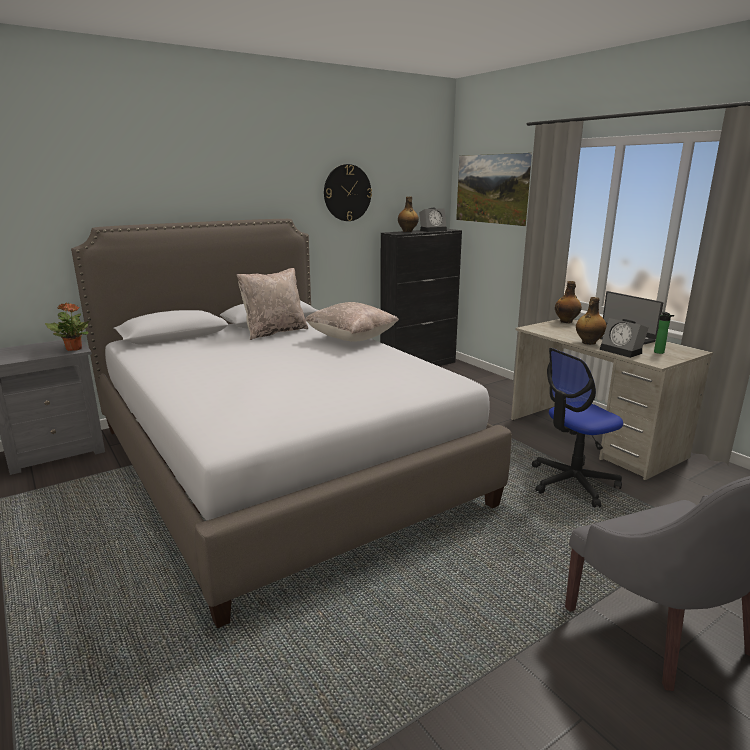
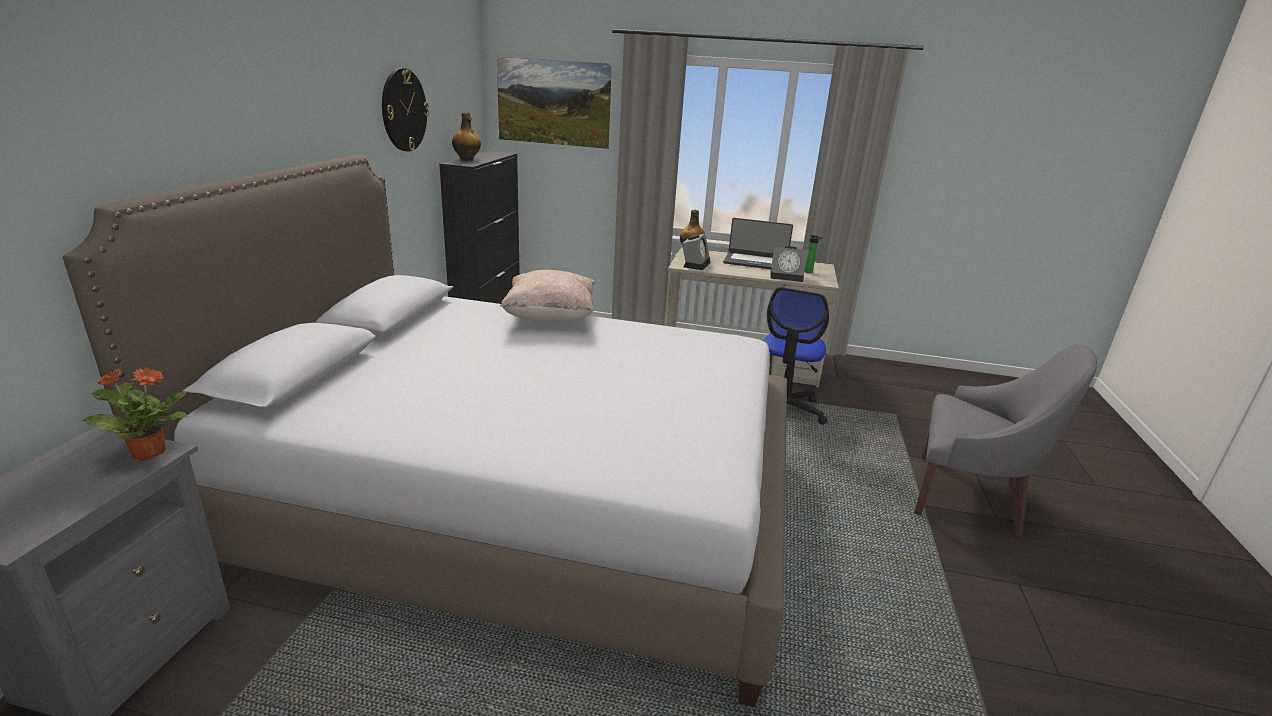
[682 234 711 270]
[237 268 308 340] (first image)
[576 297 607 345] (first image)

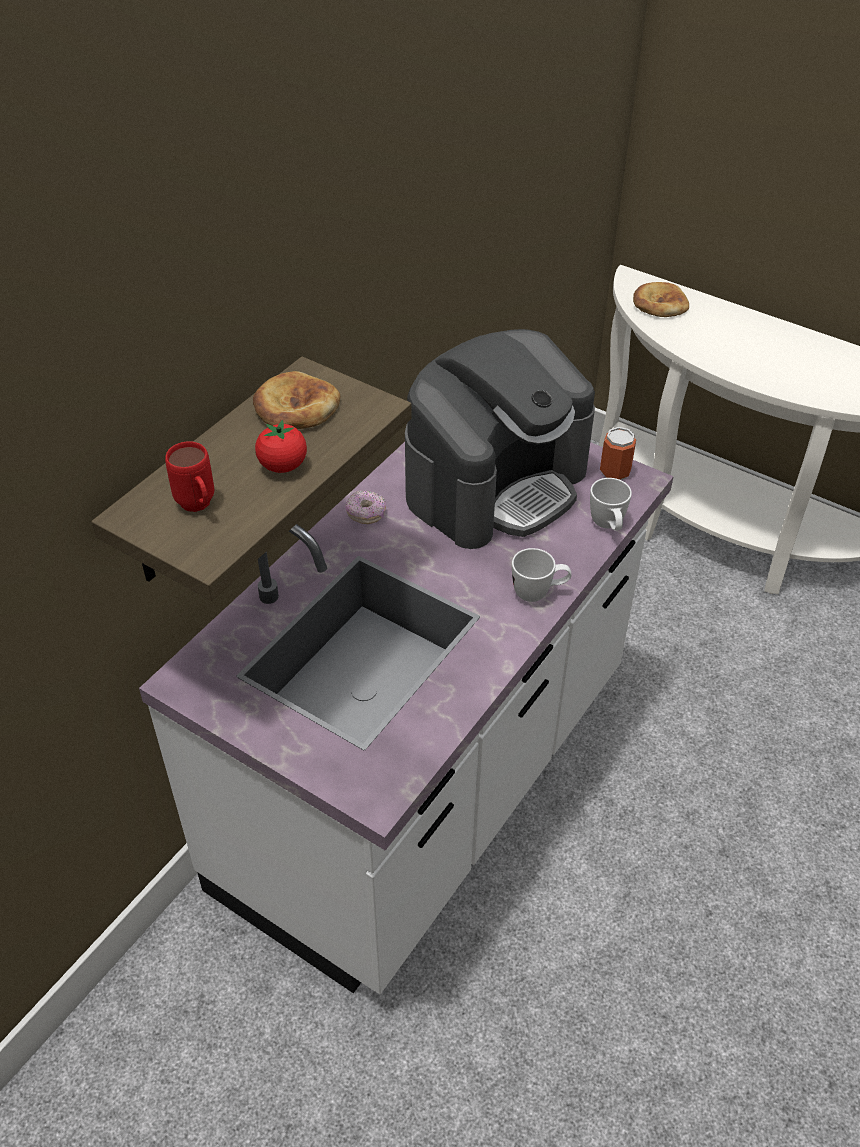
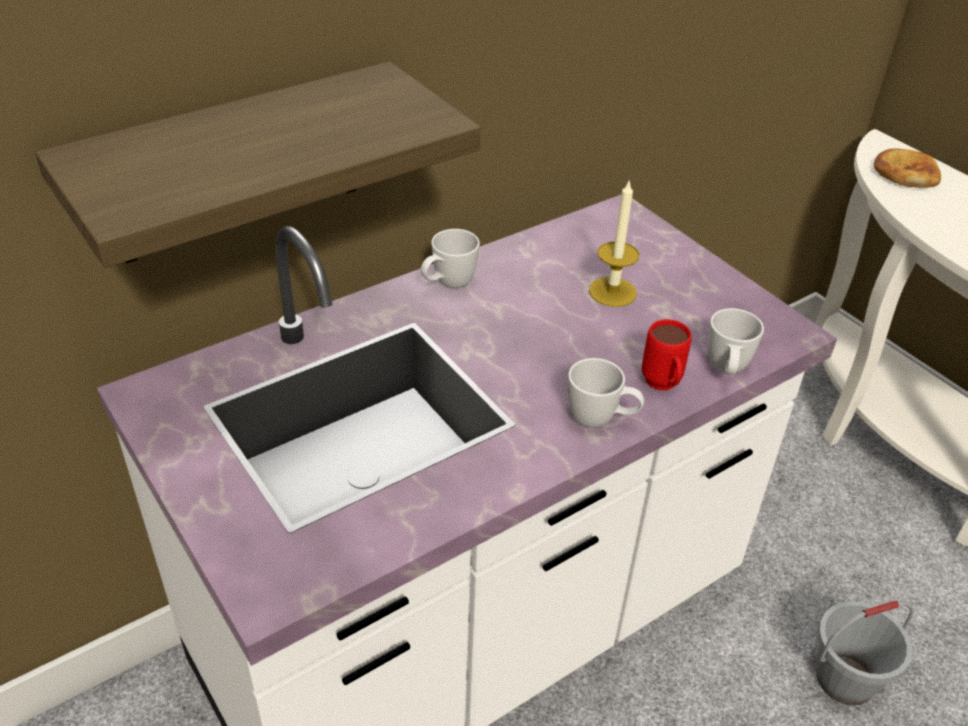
[421 229 480 288]
[589 179 639 307]
[642 319 692 390]
[816 601 914 705]
[253 371 340 429] (first image)
[255 419 307 473] (first image)
[600 427 636 480] (first image)

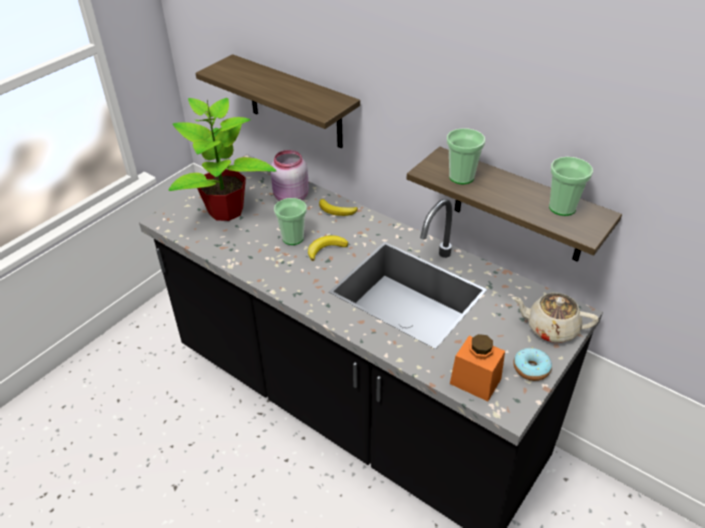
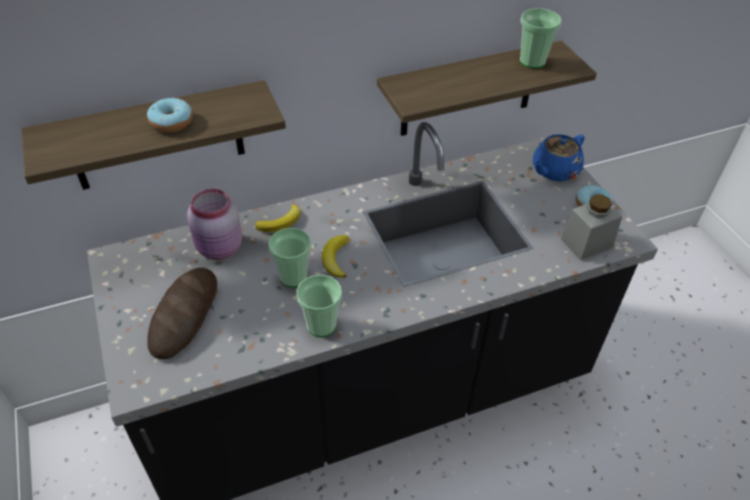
[147 97 193 133]
[147 268 217 359]
[296 275 342 337]
[533 134 585 181]
[561 194 622 260]

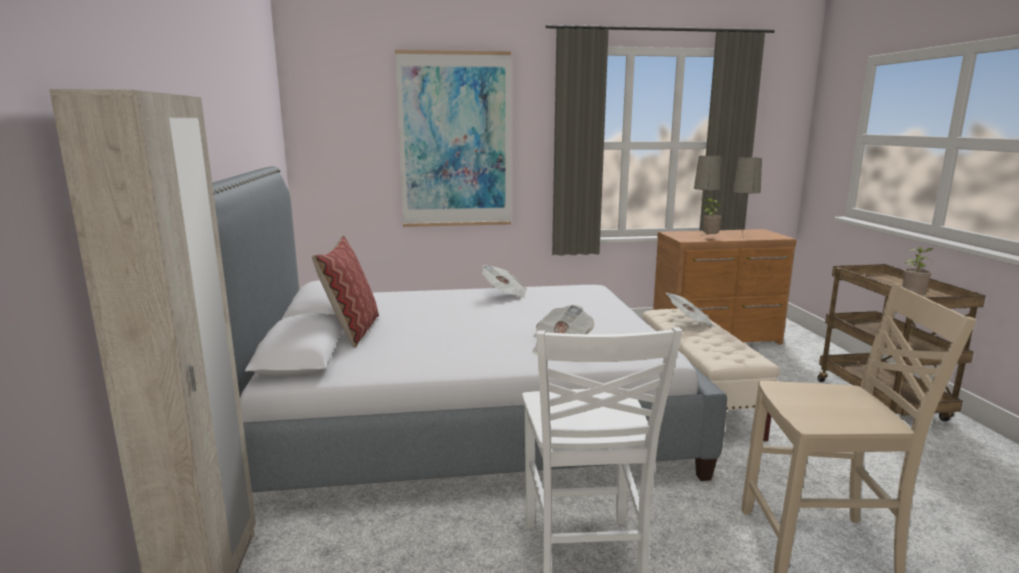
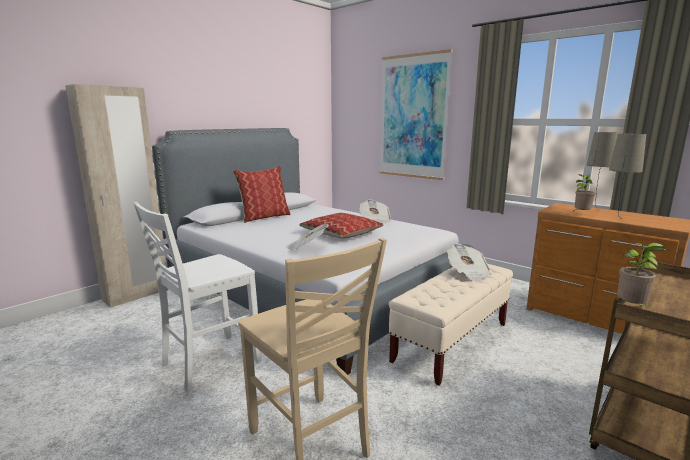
[299 213 383 238]

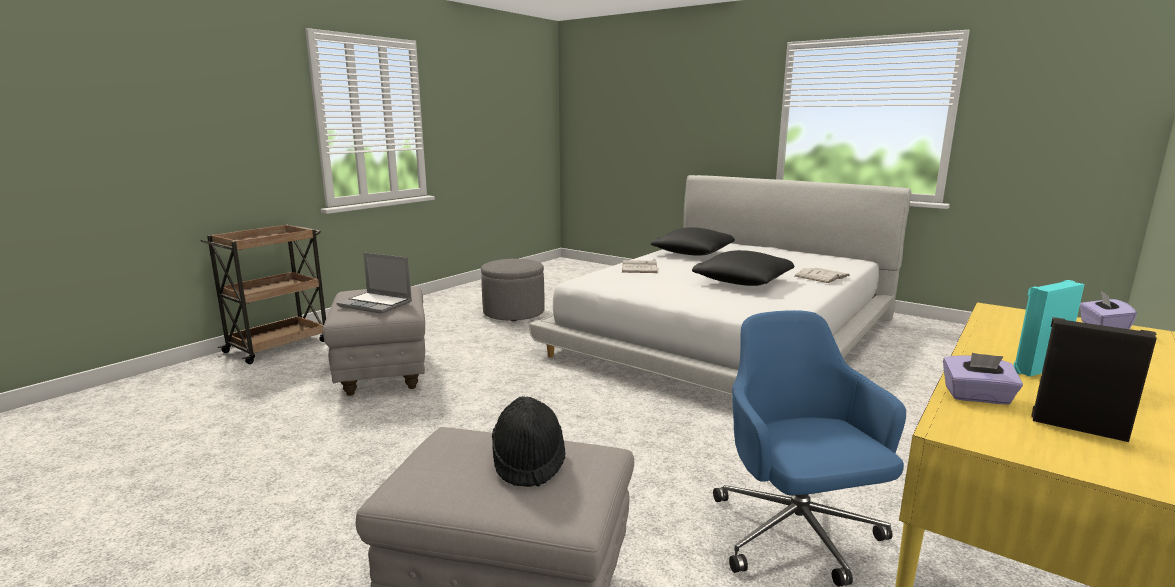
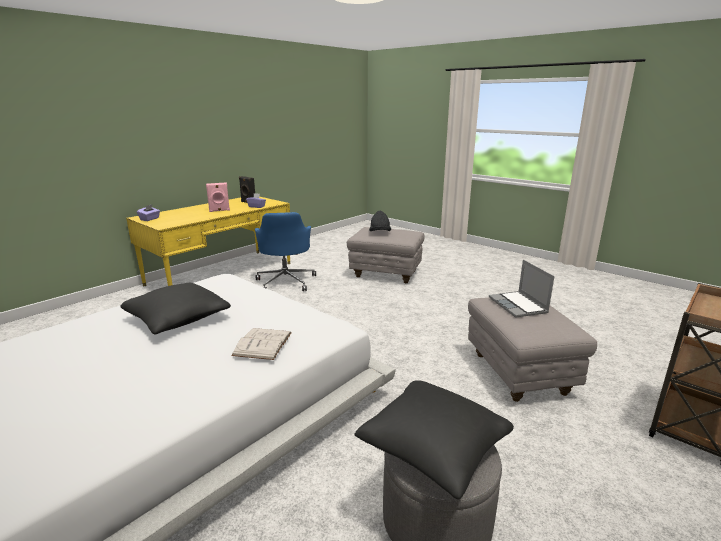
[206 183 230 212]
[355 380 514 500]
[489 260 555 318]
[795 268 850 283] (first image)

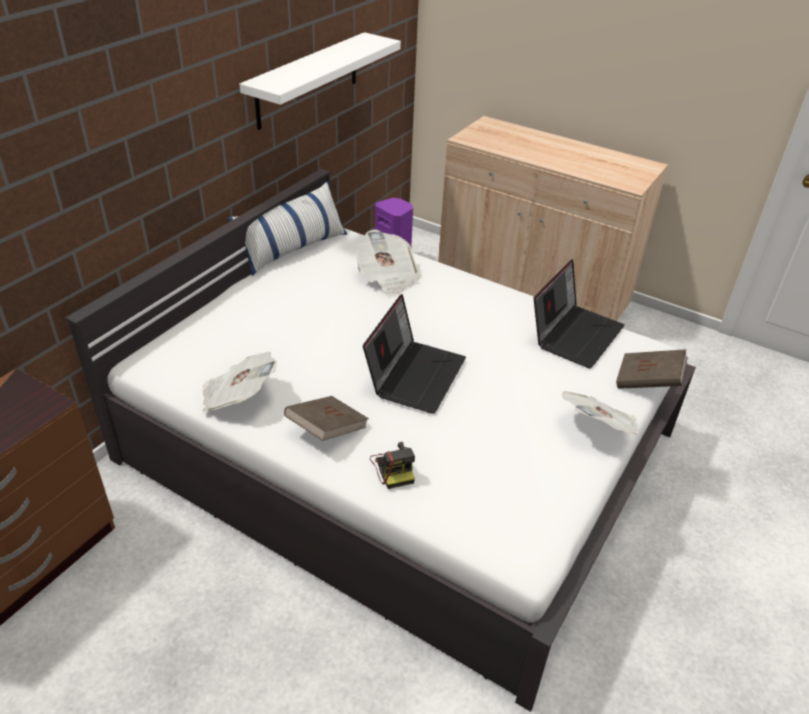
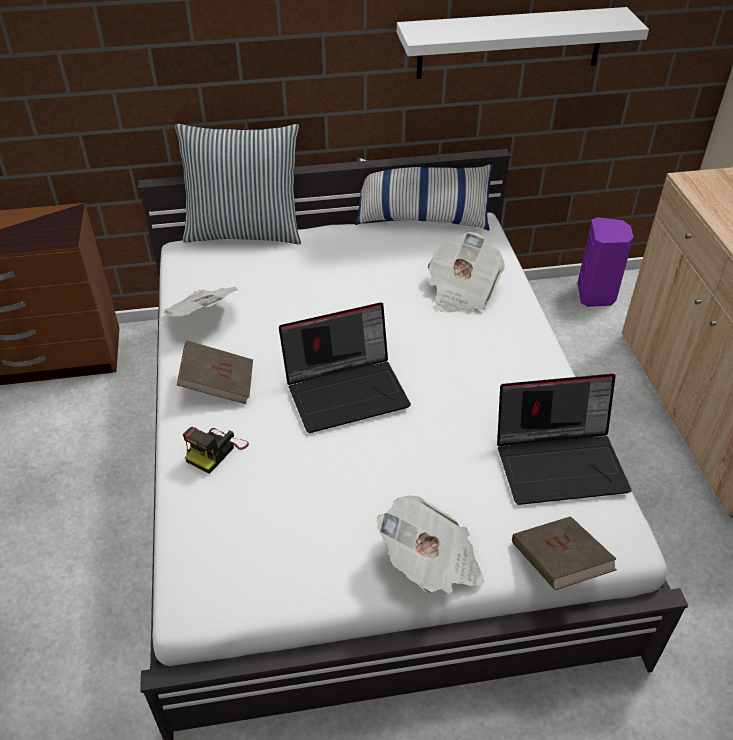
[175 124 301 244]

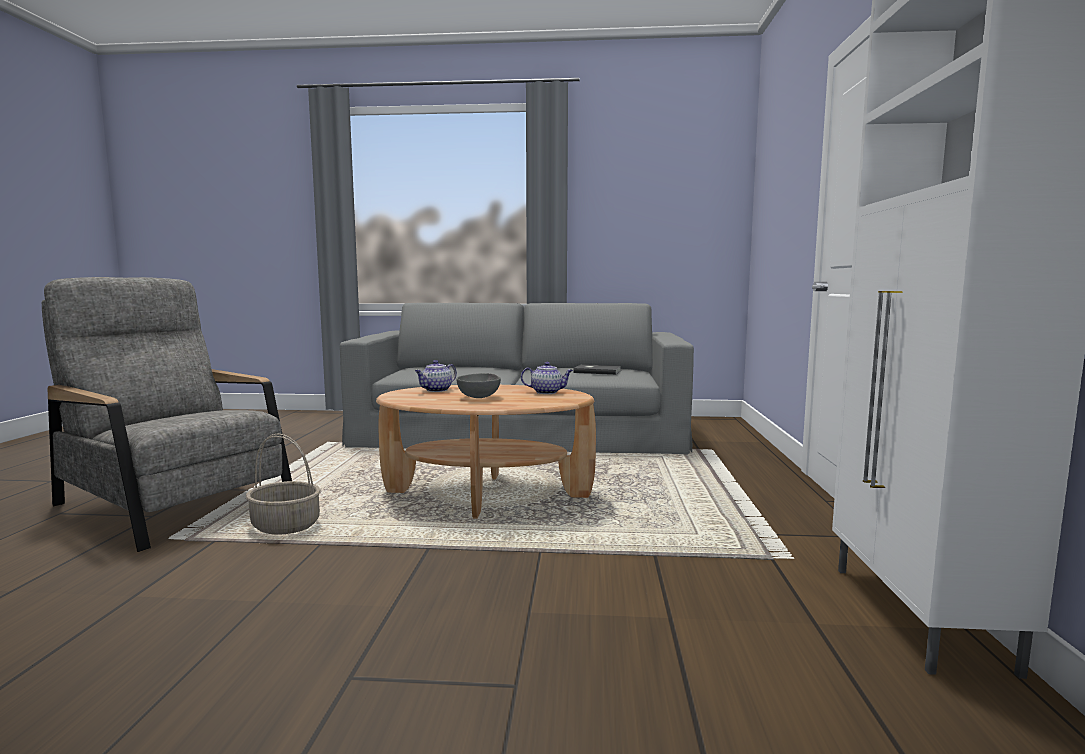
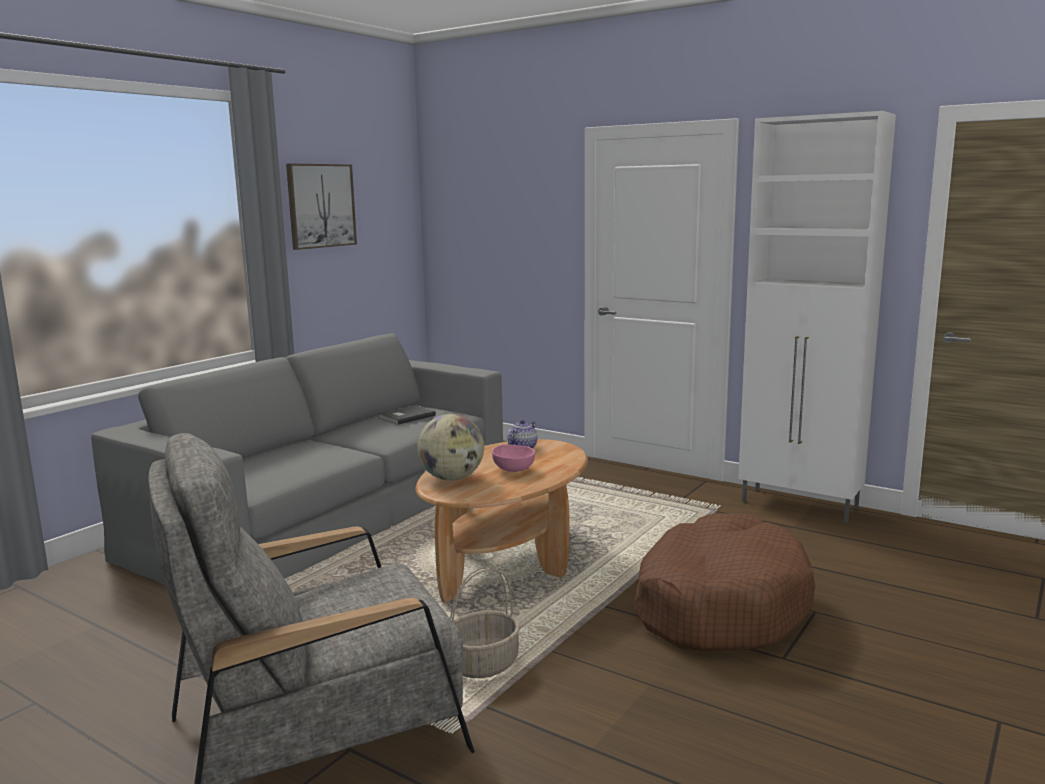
[286 163 357 250]
[417 414 484 481]
[492 444 535 472]
[635 513 815 651]

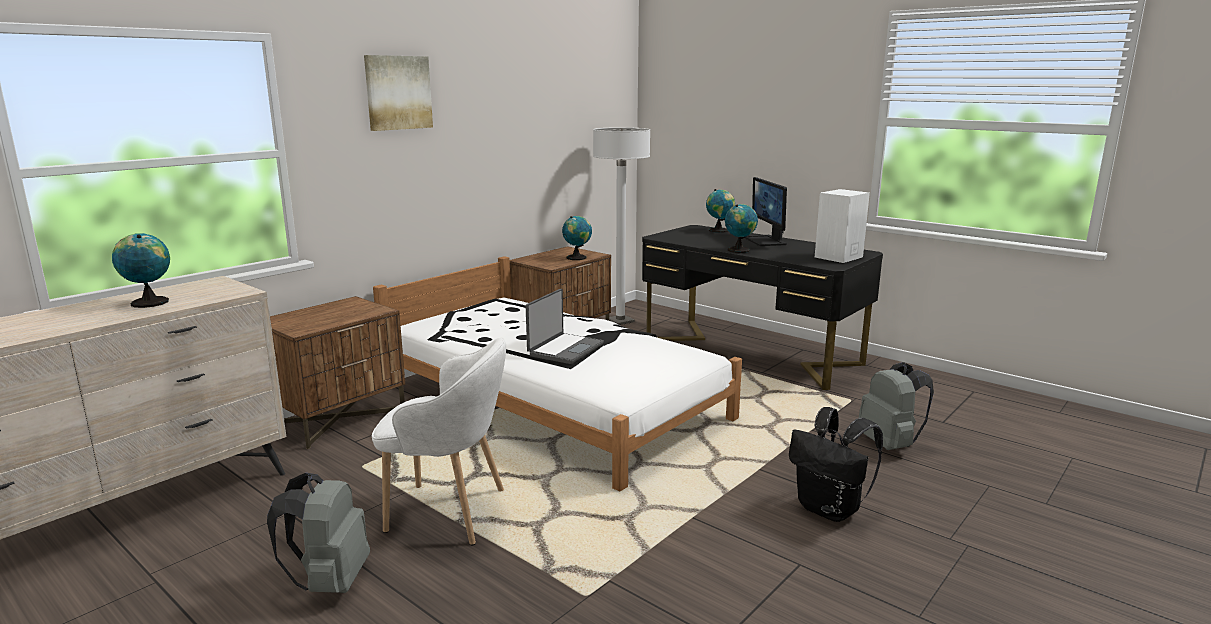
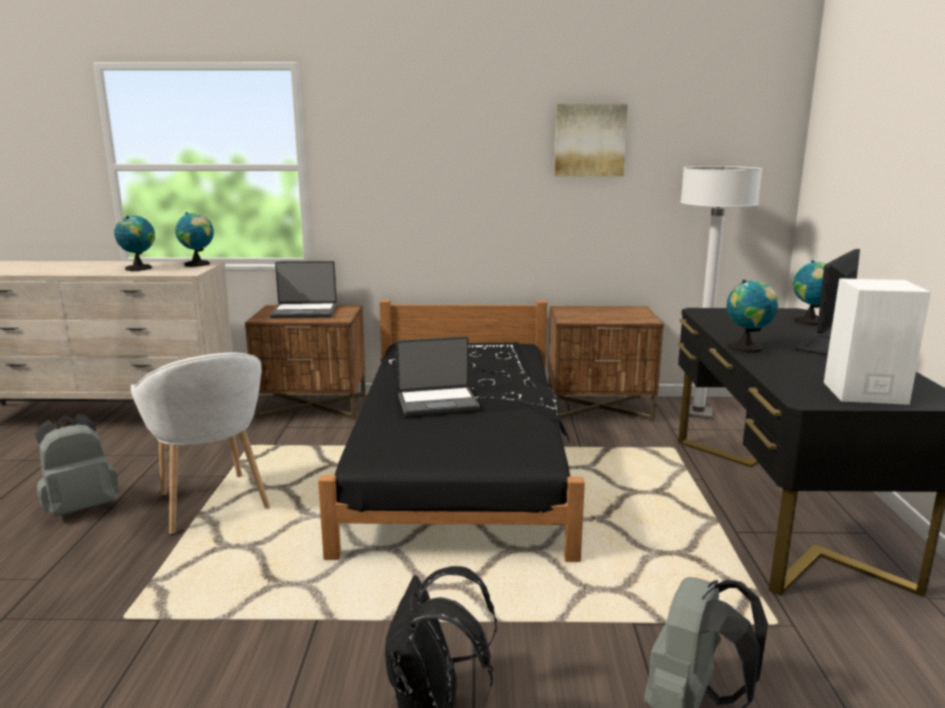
[175 212 214 267]
[270 261 337 318]
[318 300 585 562]
[554 104 628 176]

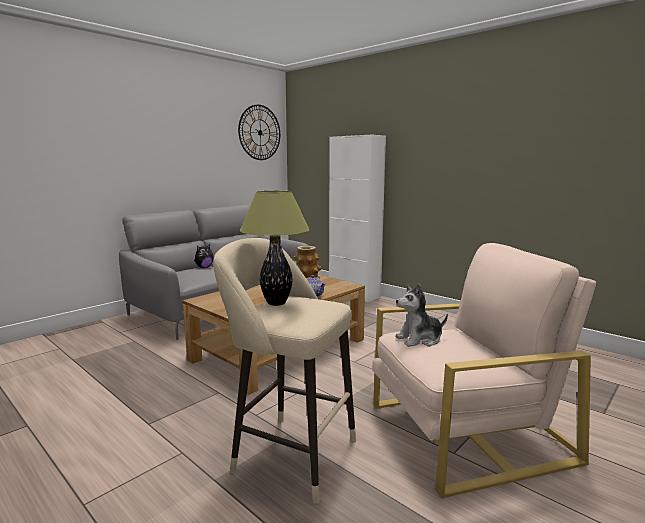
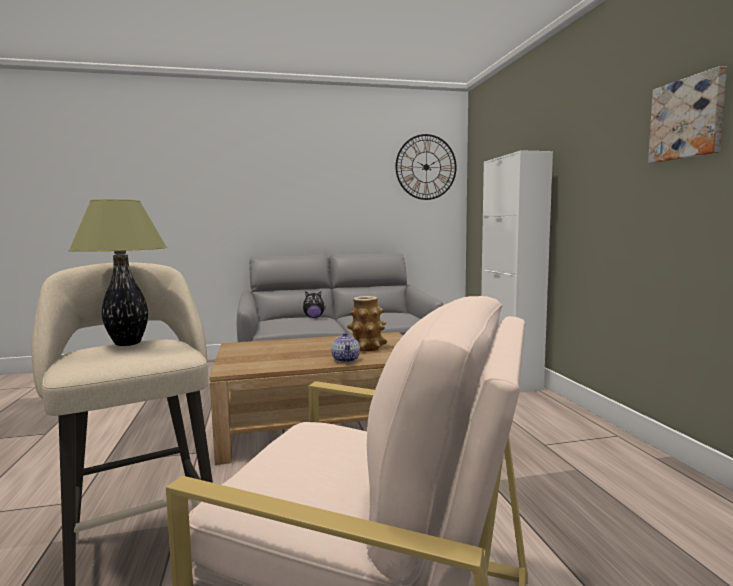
[648 66 727 163]
[395 284 448 347] (first image)

